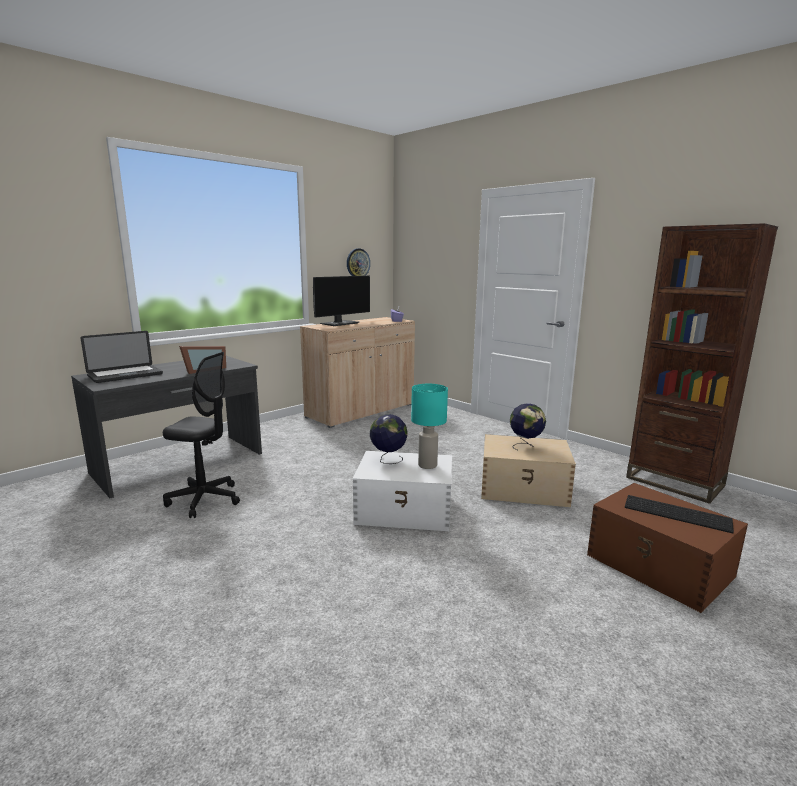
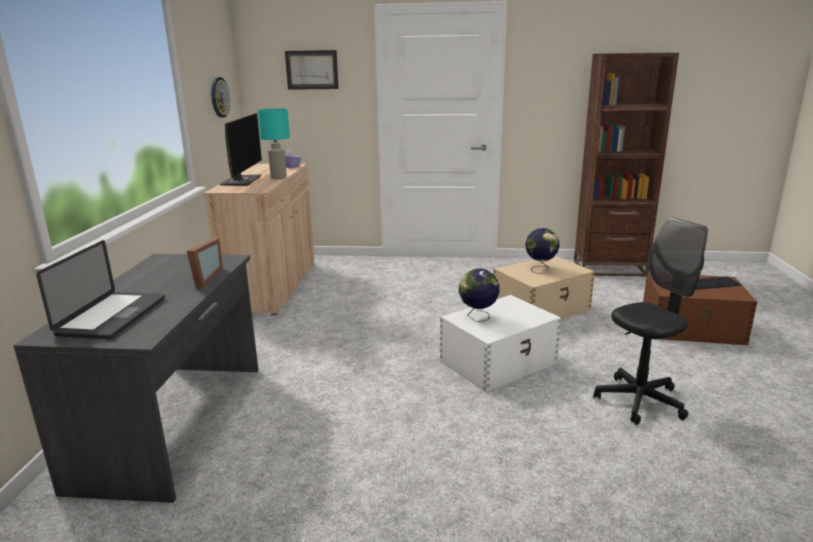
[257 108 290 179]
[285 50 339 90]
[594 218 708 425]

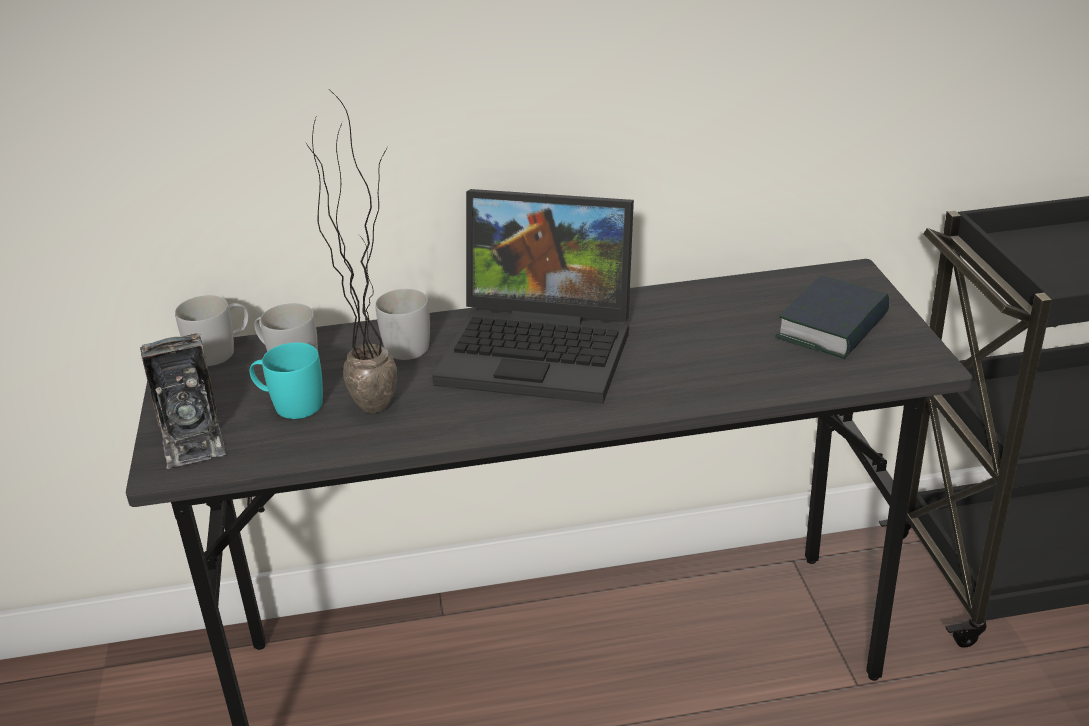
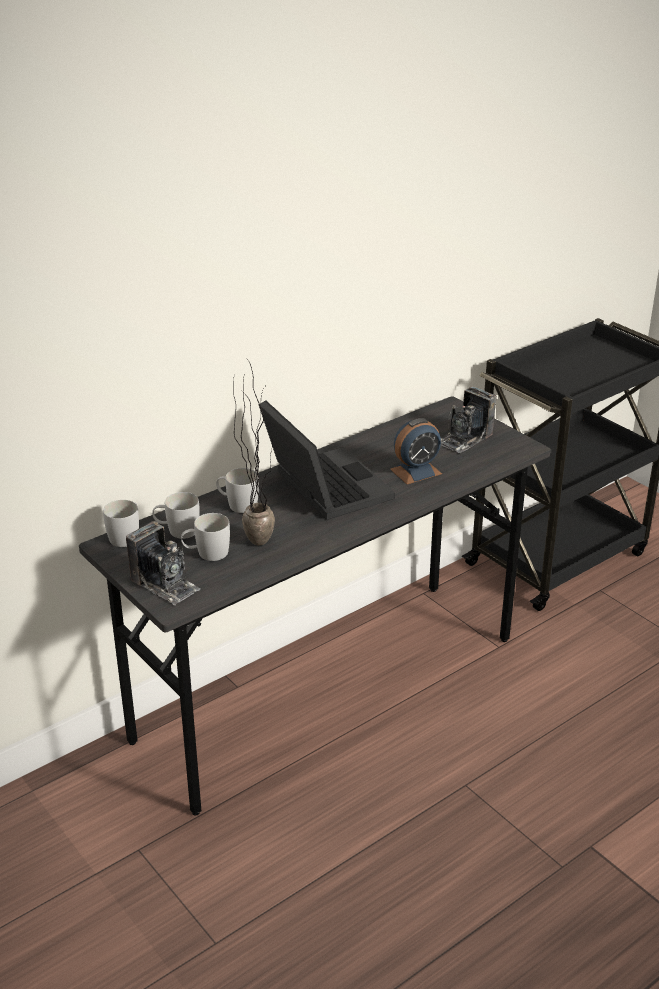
[181 513 230 561]
[258 401 395 520]
[390 418 442 484]
[441 387 497 453]

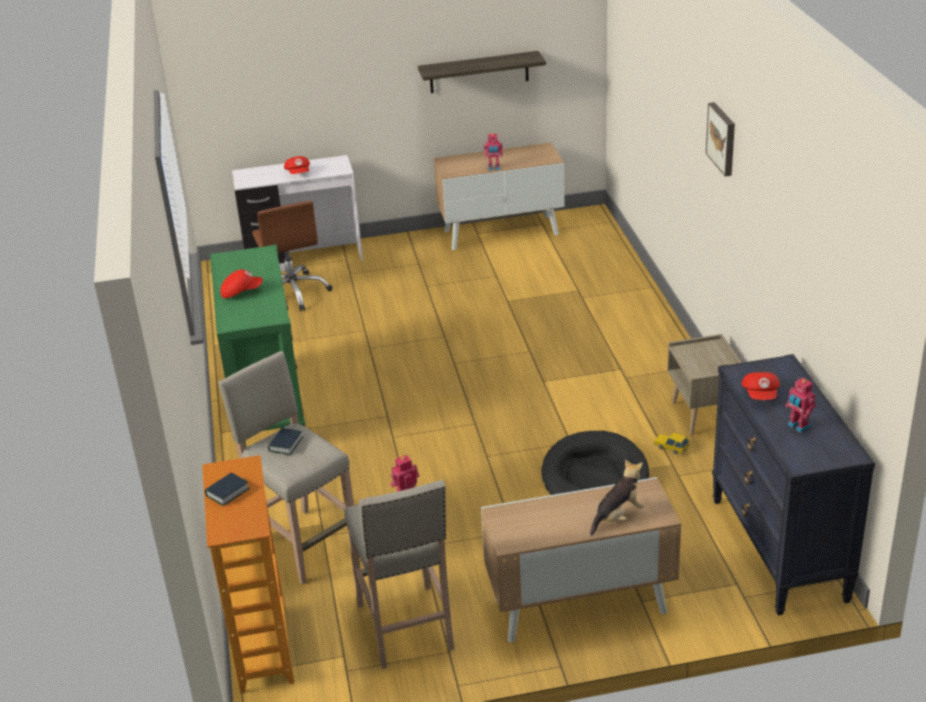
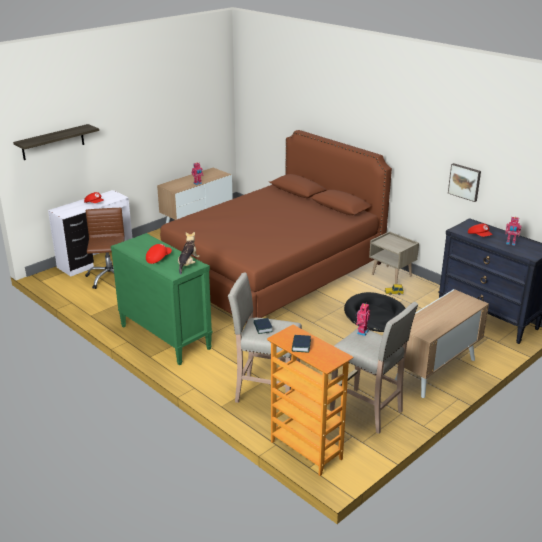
[13 124 99 160]
[85 208 125 289]
[160 130 392 323]
[178 232 200 275]
[448 163 481 202]

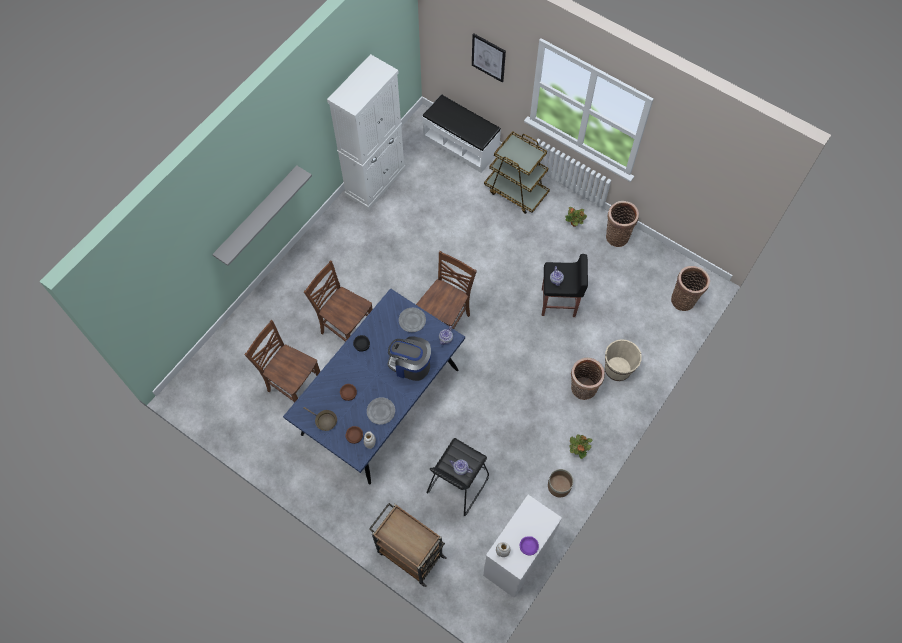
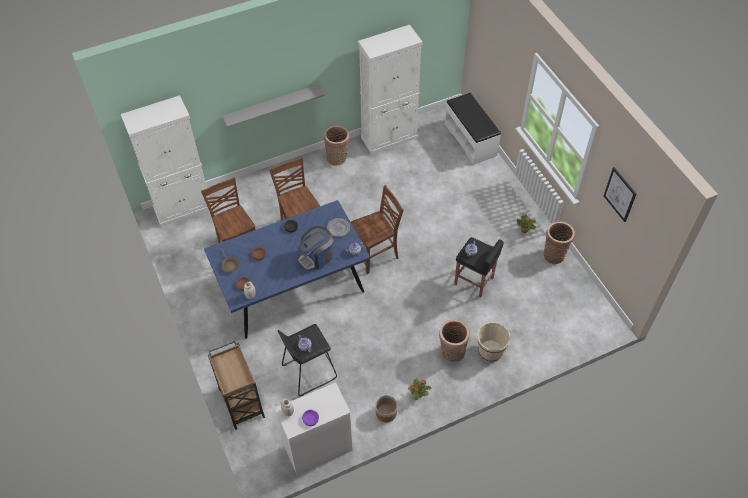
[121 95 213 227]
[297 226 333 271]
[324 125 349 166]
[604 167 637 222]
[367 397 395 425] (first image)
[484 131 550 214] (first image)

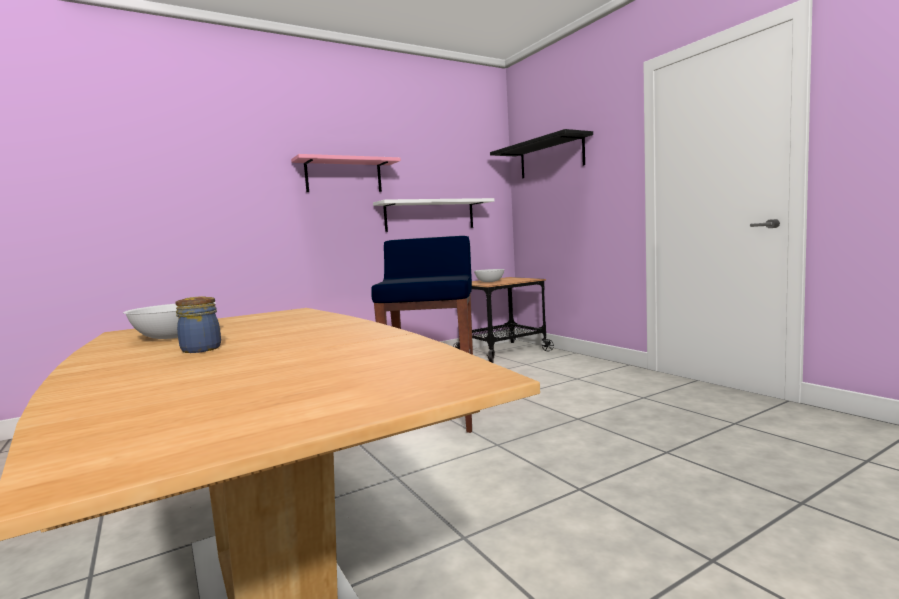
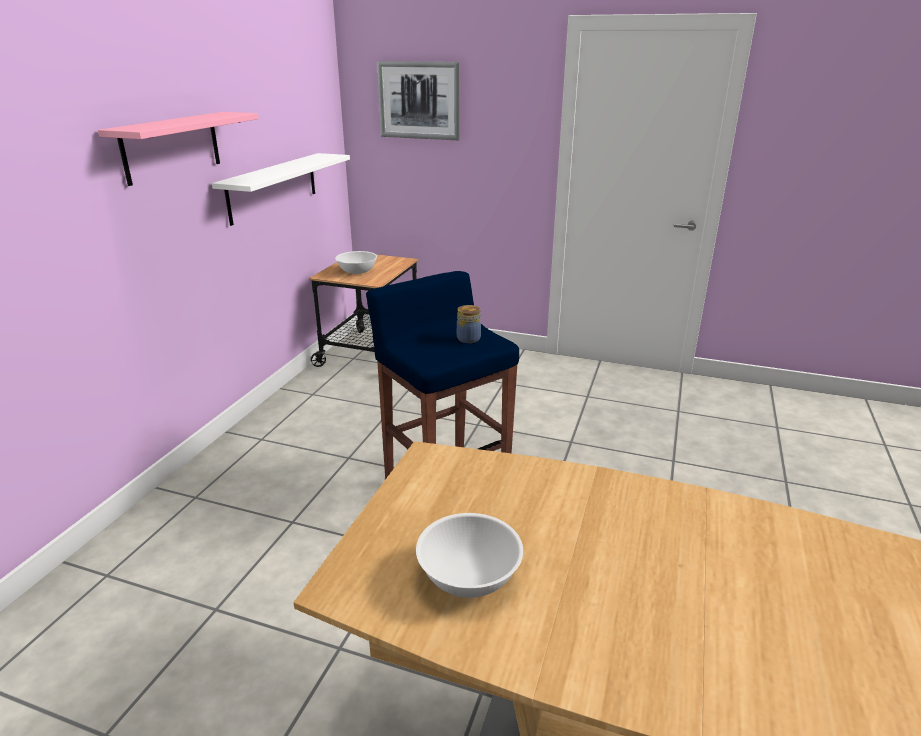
[377 61 460 140]
[457 305 481 343]

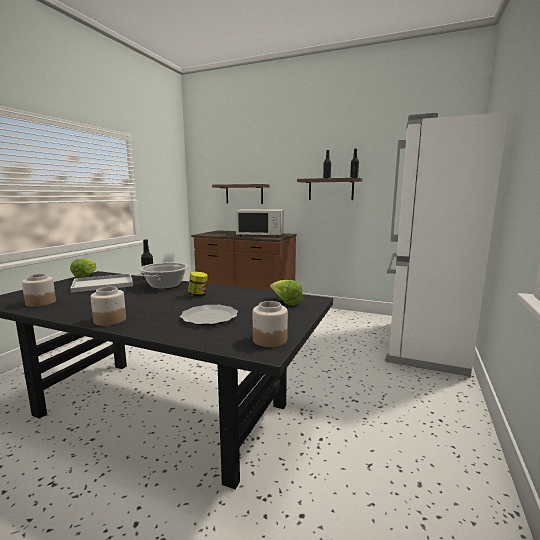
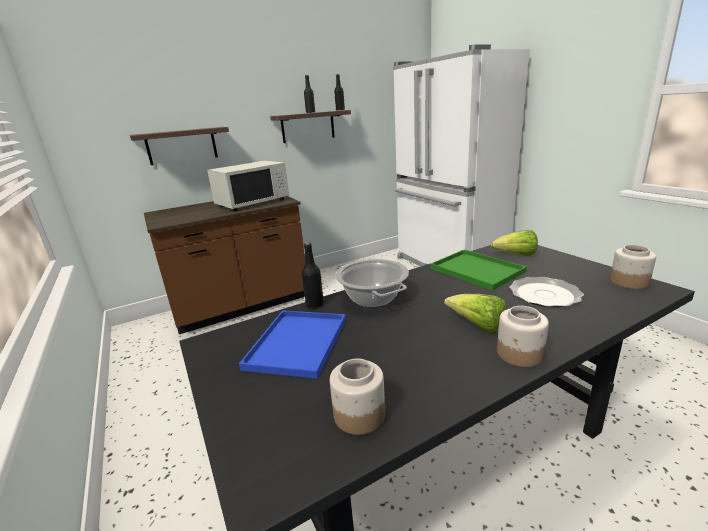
[239 310 346 379]
[430 250 527 290]
[444 294 507 334]
[188 272 208 297] (first image)

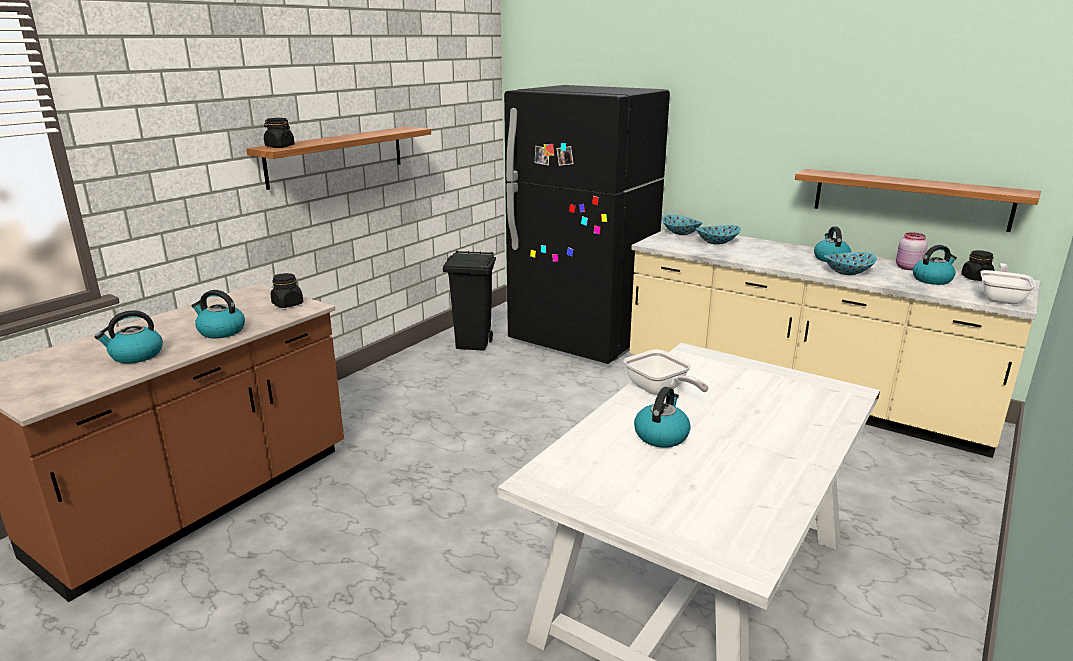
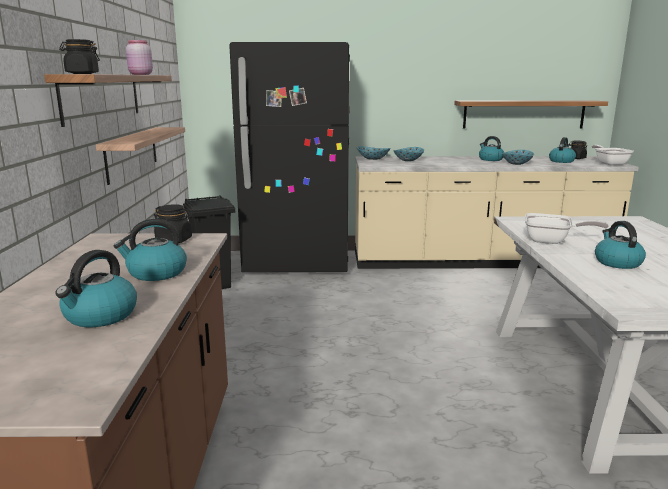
[96 127 185 185]
[126 40 153 75]

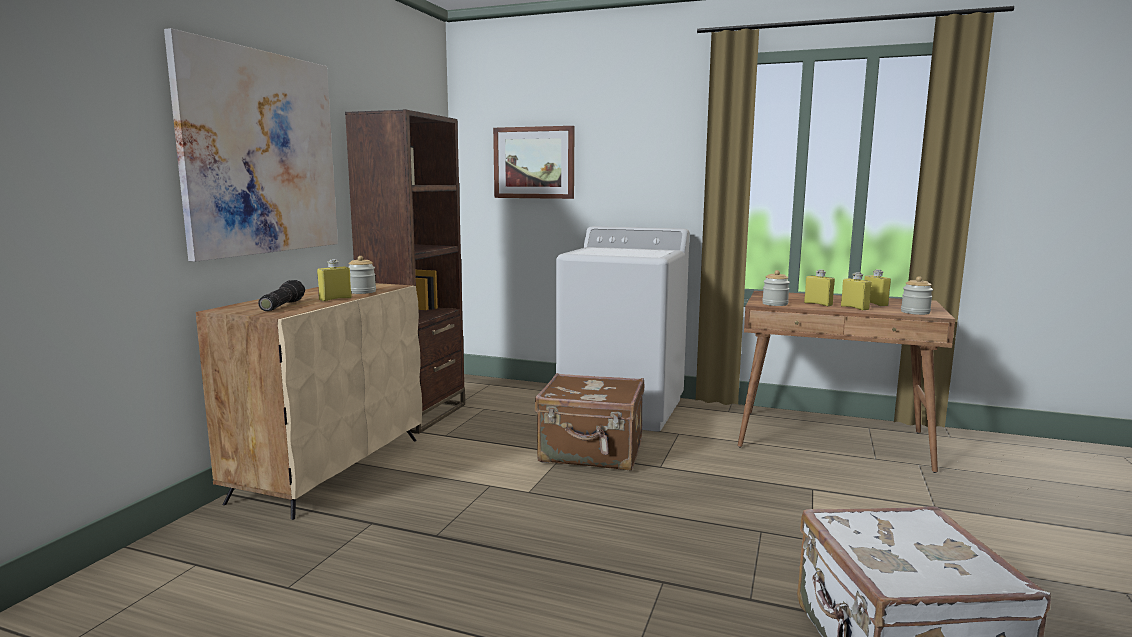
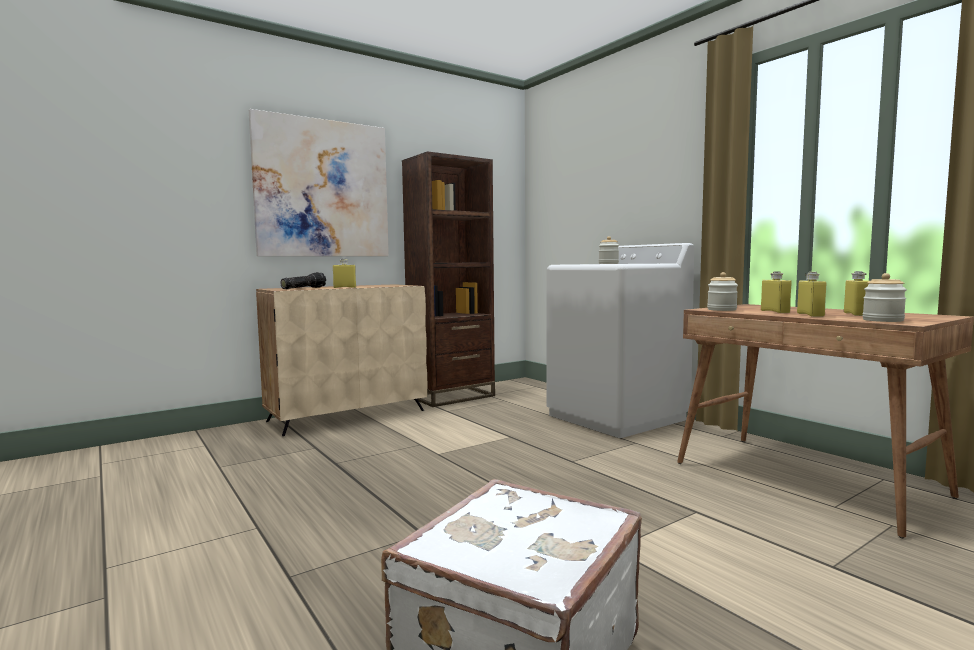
[599 236 619 264]
[493 126 575 199] (first image)
[535 373 644 471] (first image)

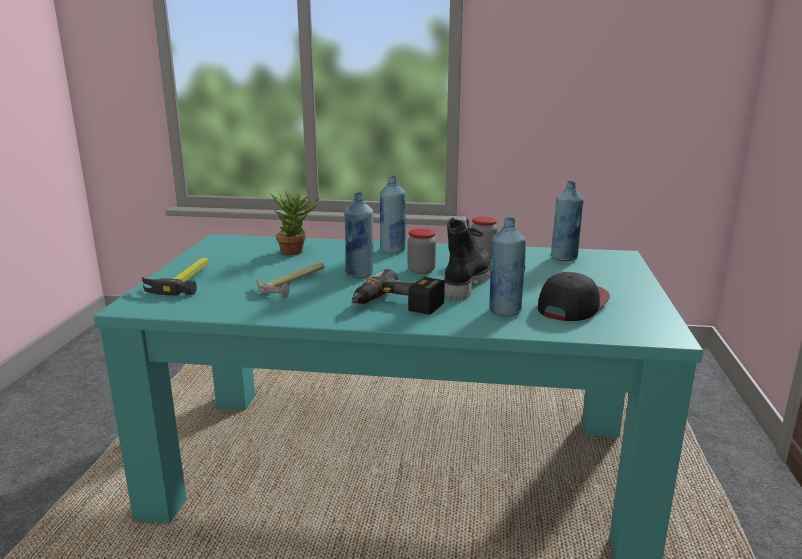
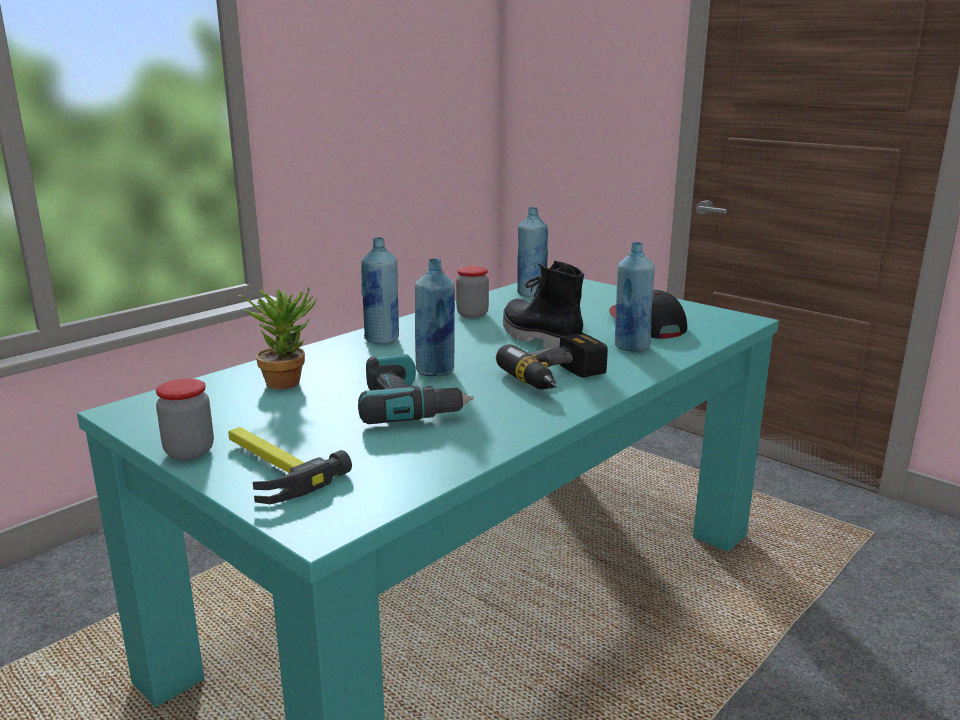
[156 378 214 460]
[358 354 474 424]

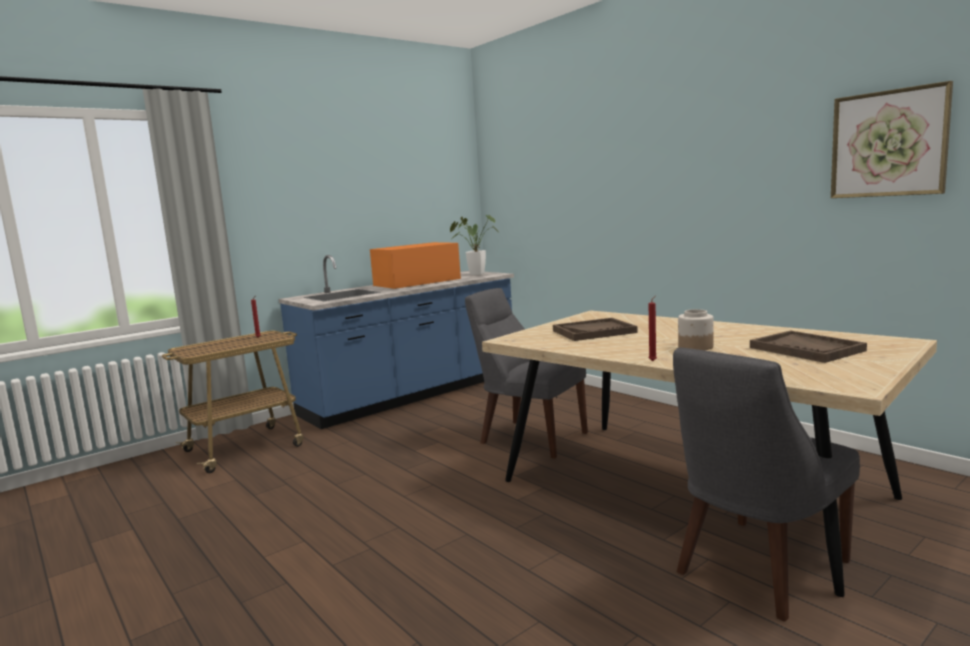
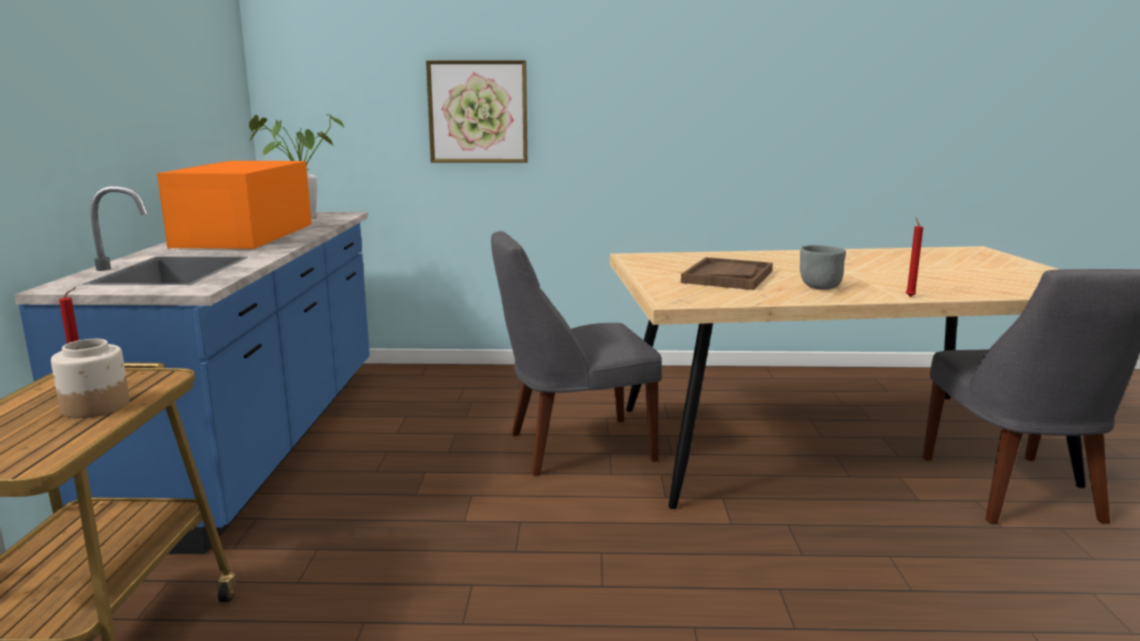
[51 339 130 418]
[426 60 528 163]
[800 245 846 290]
[750 331 867 363] (first image)

